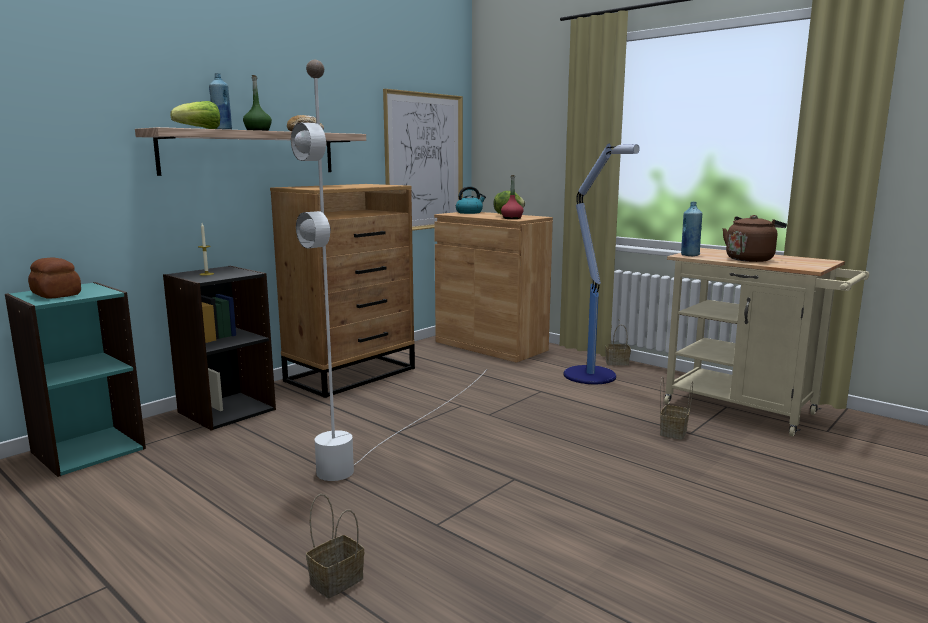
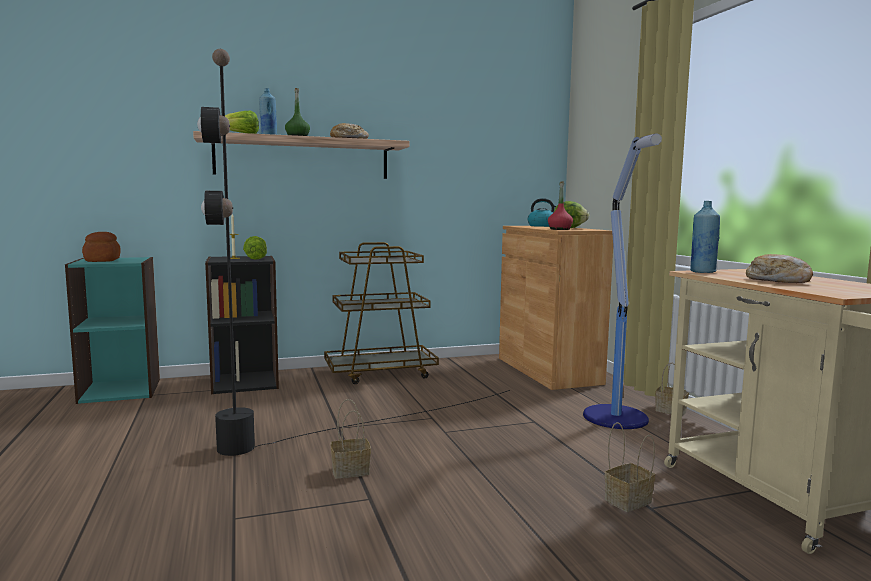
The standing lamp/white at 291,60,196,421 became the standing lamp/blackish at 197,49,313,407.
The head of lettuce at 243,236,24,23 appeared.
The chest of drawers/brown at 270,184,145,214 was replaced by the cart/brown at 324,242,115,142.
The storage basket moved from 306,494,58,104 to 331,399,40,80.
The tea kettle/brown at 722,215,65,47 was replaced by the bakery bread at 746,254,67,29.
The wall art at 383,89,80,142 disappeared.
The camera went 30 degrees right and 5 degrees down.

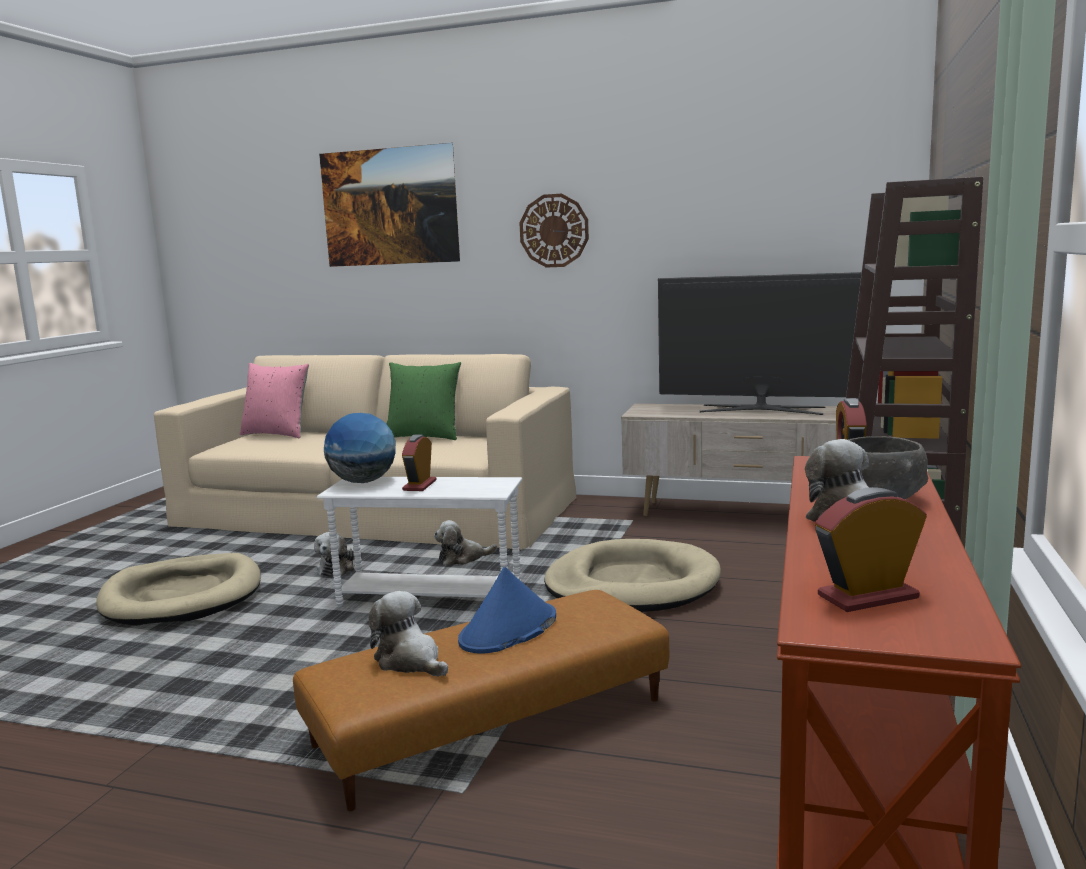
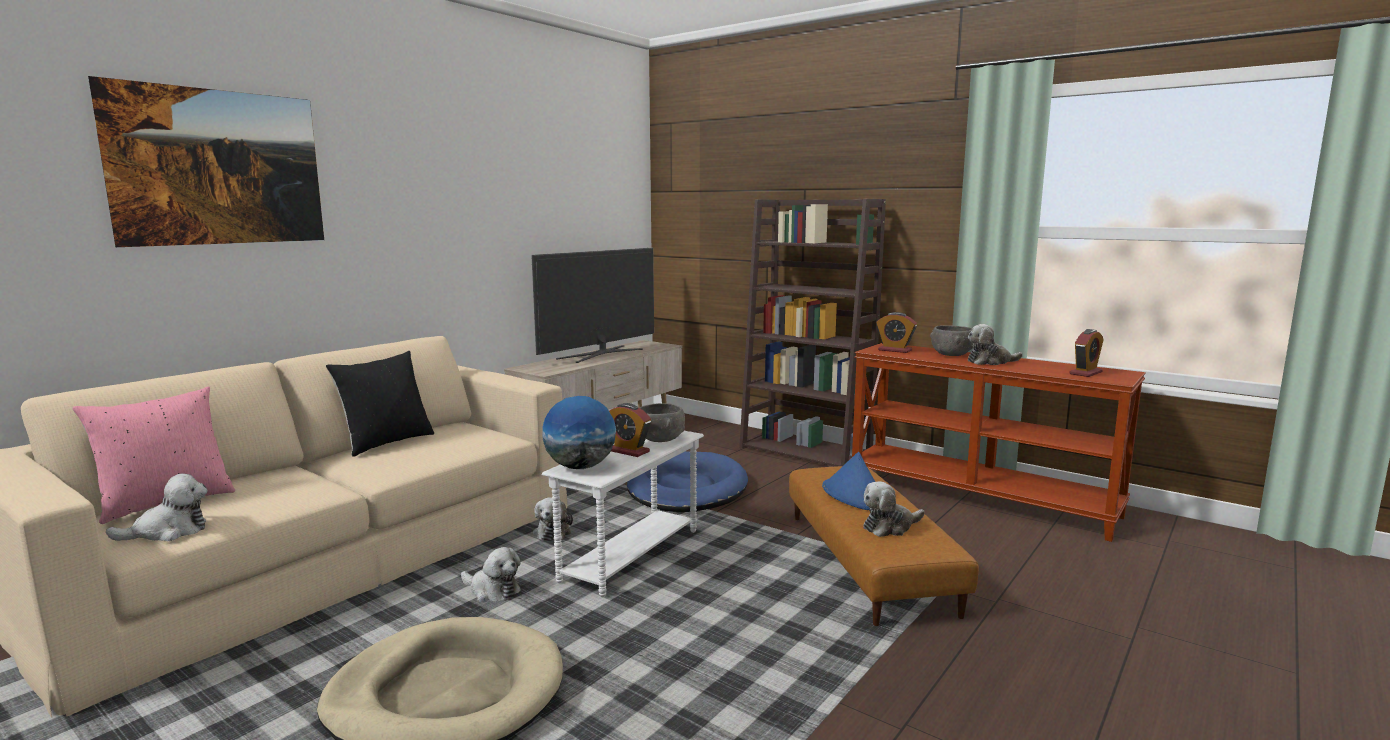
The soft toy at 106,474,102,67 appeared.
The throw pillow/greenish at 387,362,74,78 became the throw pillow/blackish at 326,351,108,106.
The dog cushion/sand-coloured at 544,539,177,73 became the dog cushion/blue at 627,451,121,61.
The deep dish/grey at 640,403,45,39 appeared.
The bedside clock at 815,487,112,125 turned 135 degrees counterclockwise.
The clock on the wall at 519,194,70,74 disappeared.
The camera went 70 degrees left and 0 degrees up.

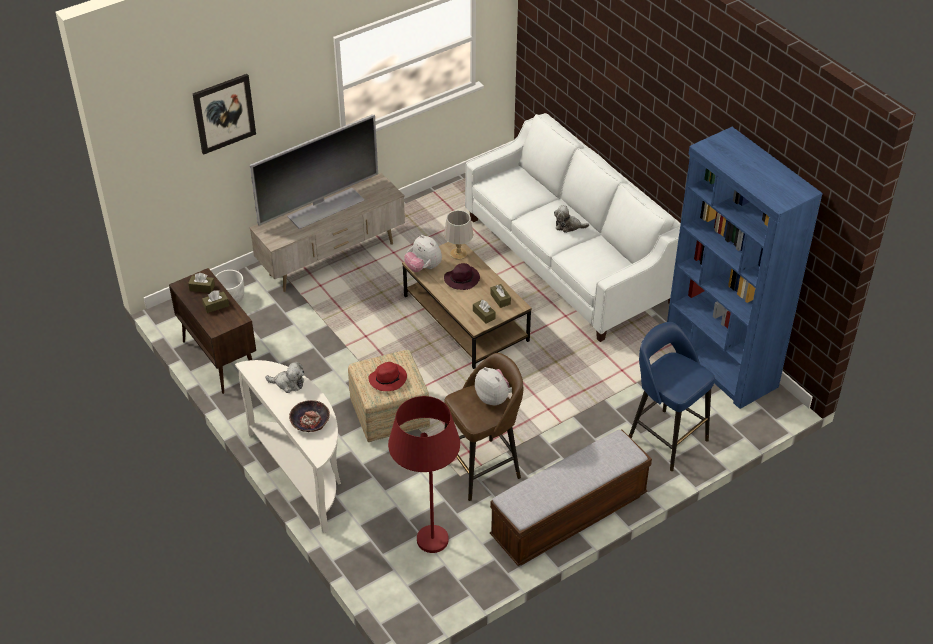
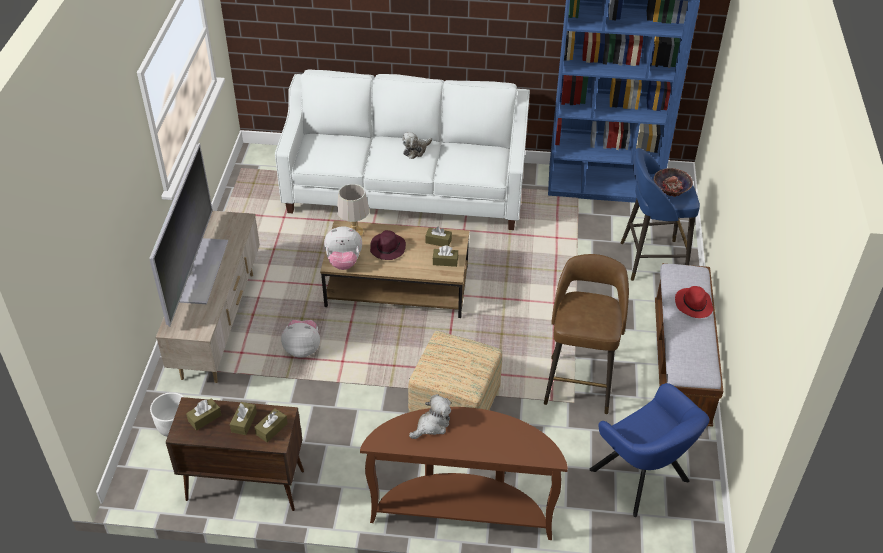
The tissue holder/brown at 254,408,34,34 appeared.
The soft toy moved from 475,367,37,39 to 281,320,39,38.
The console table/white at 235,360,106,173 became the console table/brown at 360,407,208,133.
The standing lamp/red at 388,396,72,157 was replaced by the armchair/blue at 589,383,120,134.
The deep dish moved from 289,400,41,32 to 654,168,39,29.
The clothing hat/red moved from 369,362,38,29 to 675,286,38,32.
The wall art at 193,74,63,81 disappeared.
The camera went 50 degrees left and 0 degrees up.

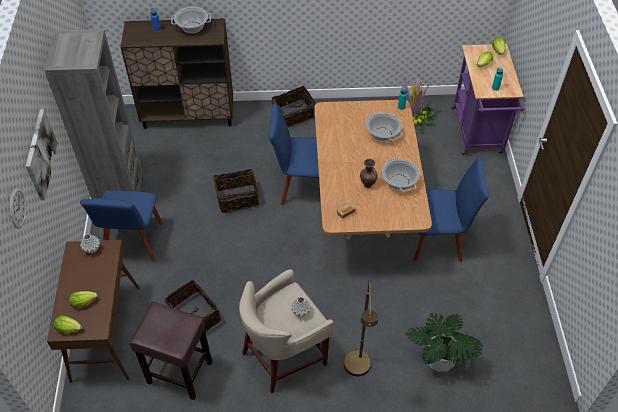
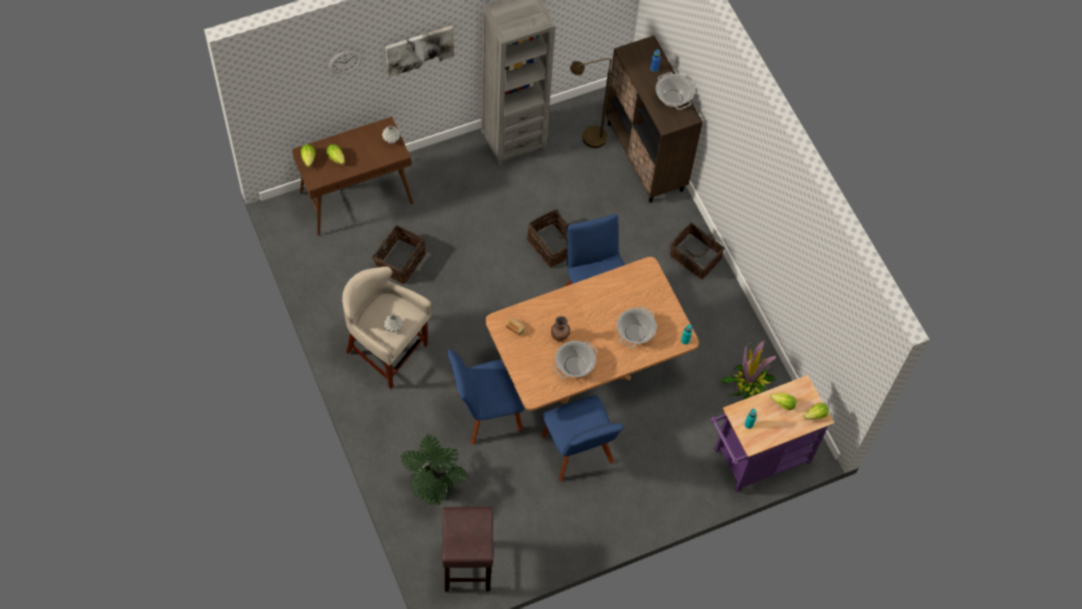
The stool/brown moved from 129,302,83,98 to 442,507,51,85.
The upright chair/blue moved from 80,190,83,71 to 448,349,77,96.
The standing lamp/brown moved from 344,280,34,96 to 570,58,41,90.
The camera went 65 degrees right and 10 degrees up.

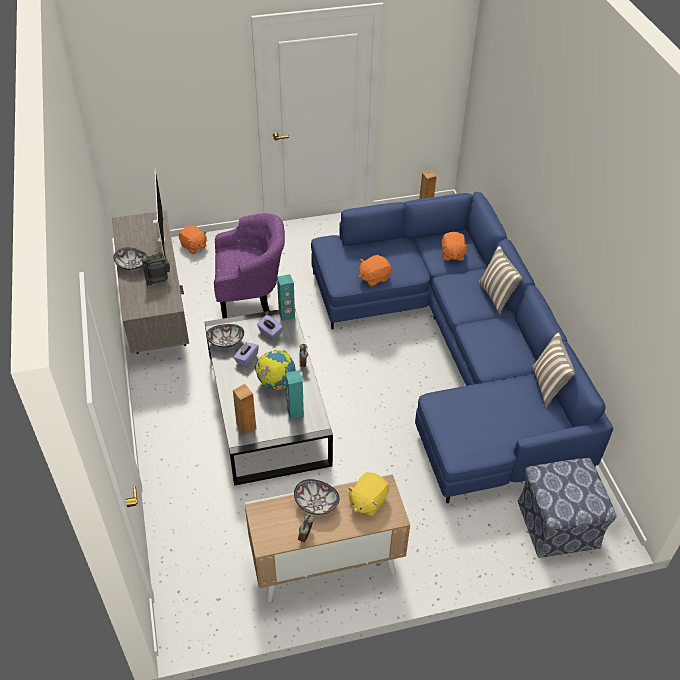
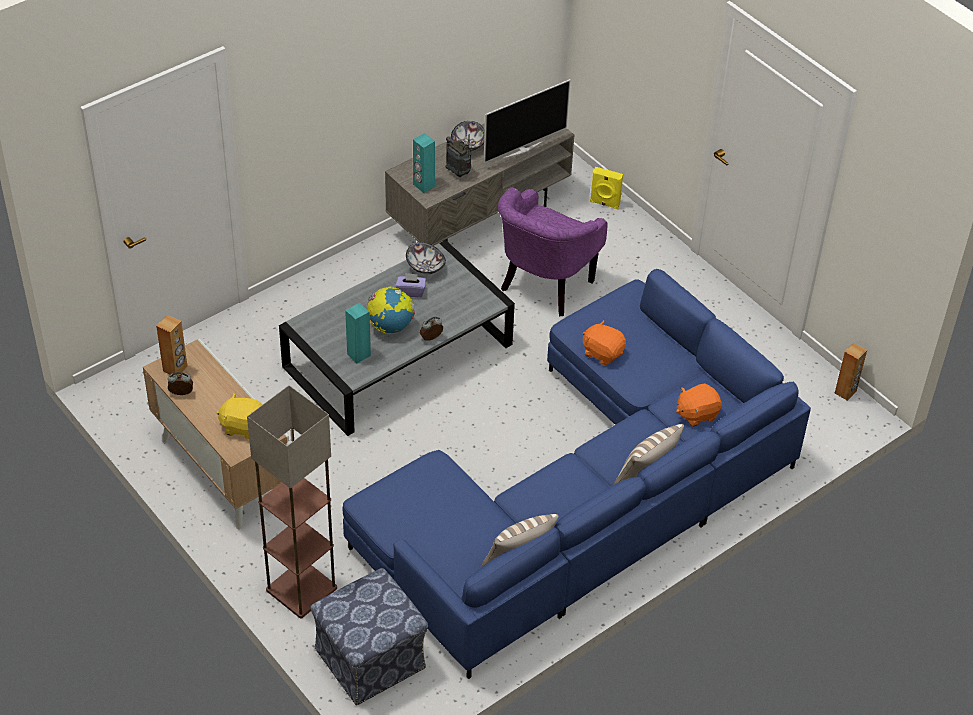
The audio speaker/brown moved from 233,384,23,51 to 156,315,32,60.
The standing lamp at 247,385,90,234 appeared.
The audio speaker/blue-green moved from 277,274,18,47 to 413,133,22,60.
The armchair/purplish at 214,213,71,106 turned 60 degrees clockwise.
The soft toy/orange-coloured at 179,225,28,29 was replaced by the audio speaker/yellow at 590,167,33,42.
The tissue holder/purplish at 257,315,26,25 disappeared.
The deep dish at 294,479,45,36 disappeared.
The camera went 65 degrees right and 0 degrees up.

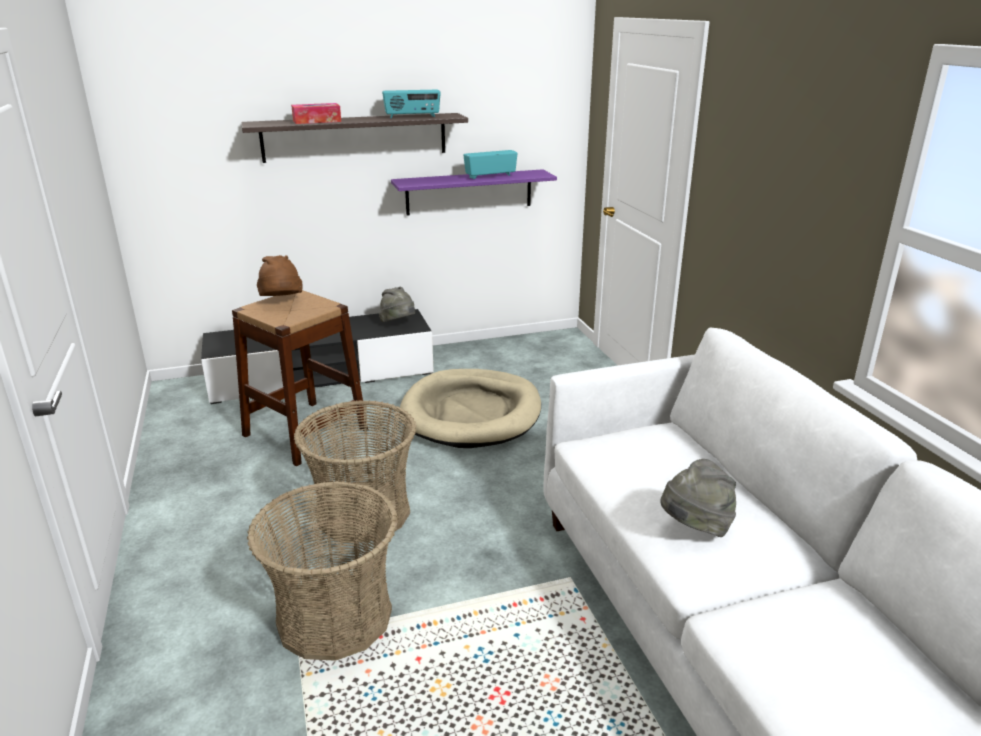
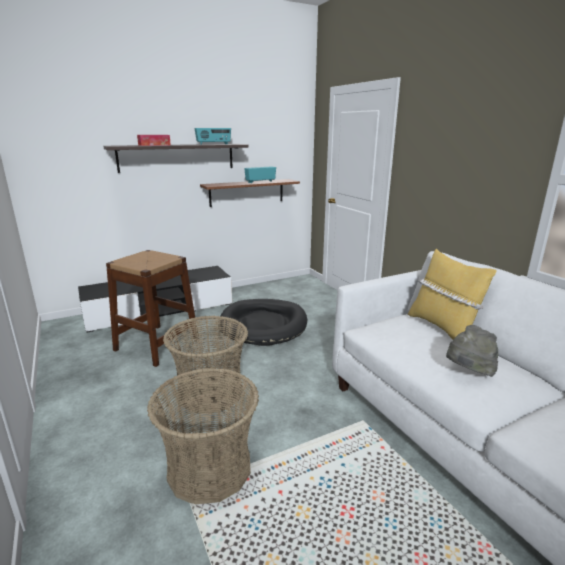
The wall shelf/purplish at 391,169,166,47 became the wall shelf/brown at 200,179,100,28.
The dog cushion/sand-coloured at 400,369,141,79 became the dog cushion/blackish at 219,299,88,47.
The throw pillow/yellow at 408,249,89,91 appeared.
The clothing hat/brown at 257,255,45,41 disappeared.
The clothing hat/grey at 379,287,36,36 disappeared.
The camera went 10 degrees left and 5 degrees down.

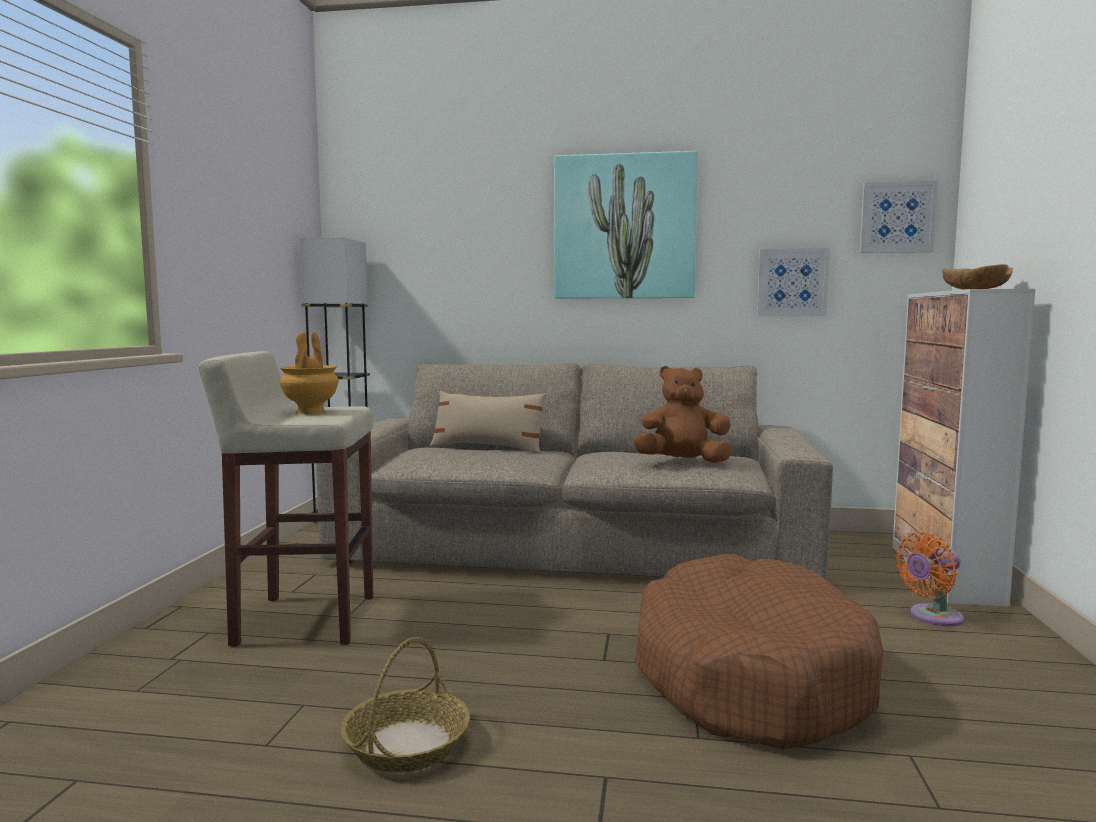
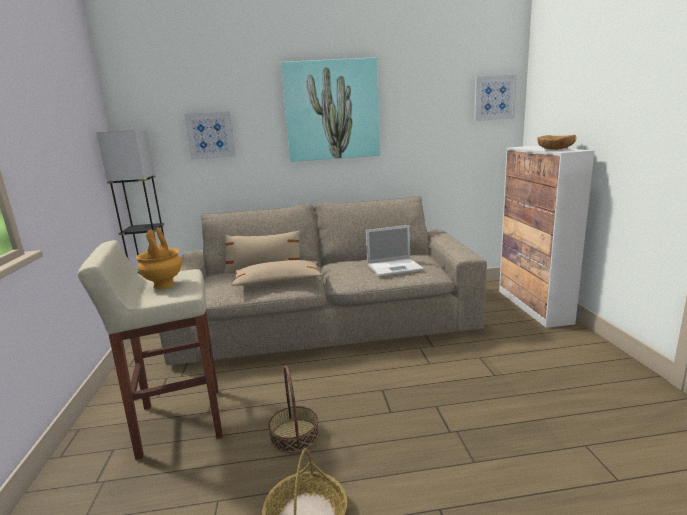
The wall art moved from 757,248,73,68 to 184,111,52,49.
The throw pillow/sand-coloured at 231,260,92,26 appeared.
The storage basket at 268,365,51,88 appeared.
The soft toy/brown at 633,366,99,97 was replaced by the notebook computer at 366,225,58,51.
The dog cushion/brown at 634,554,250,196 disappeared.
The fan/orange-coloured at 895,532,69,94 disappeared.
The camera went 15 degrees left and 10 degrees up.

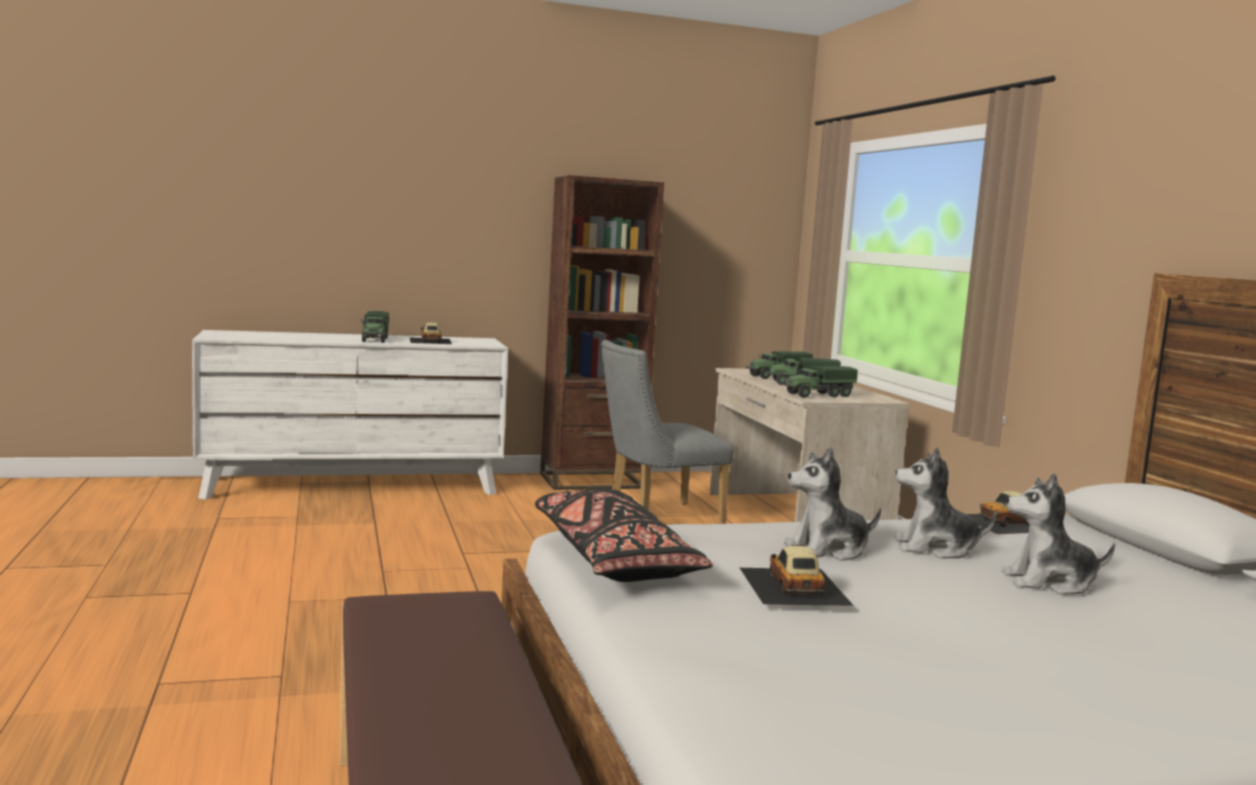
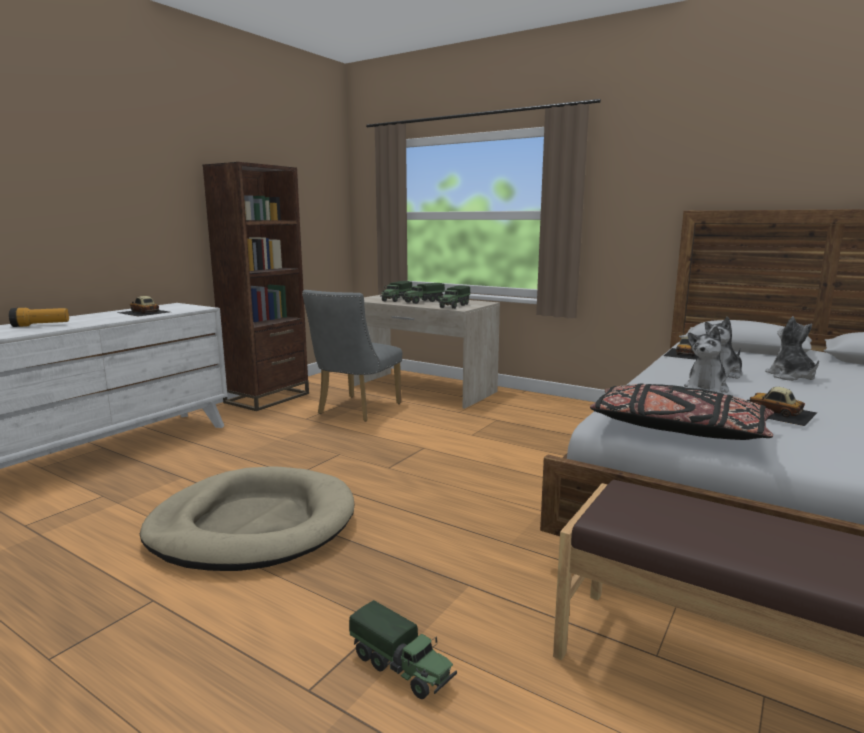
The hand torch at 9,308,60,19 appeared.
The dog cushion/sand-coloured at 140,466,214,105 appeared.
The toy truck moved from 361,311,28,32 to 349,600,108,99.
The soft toy at 1002,473,113,122 turned 120 degrees clockwise.
The camera went 40 degrees left and 5 degrees up.

